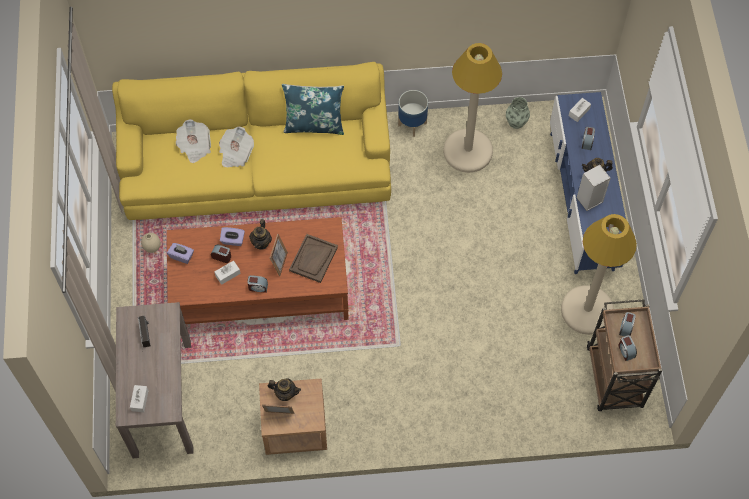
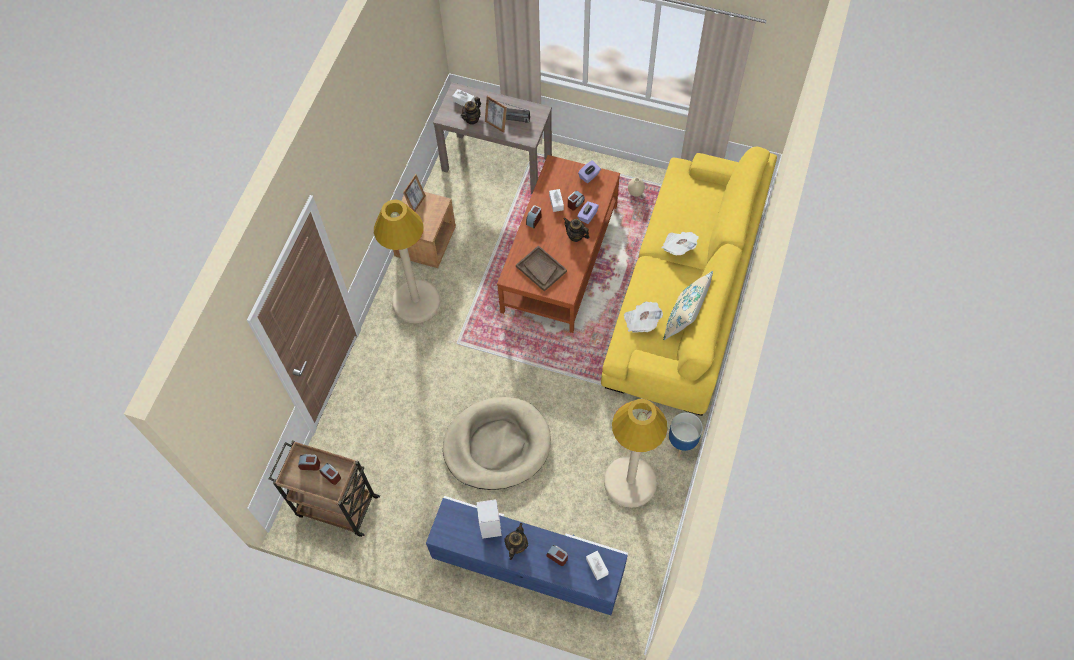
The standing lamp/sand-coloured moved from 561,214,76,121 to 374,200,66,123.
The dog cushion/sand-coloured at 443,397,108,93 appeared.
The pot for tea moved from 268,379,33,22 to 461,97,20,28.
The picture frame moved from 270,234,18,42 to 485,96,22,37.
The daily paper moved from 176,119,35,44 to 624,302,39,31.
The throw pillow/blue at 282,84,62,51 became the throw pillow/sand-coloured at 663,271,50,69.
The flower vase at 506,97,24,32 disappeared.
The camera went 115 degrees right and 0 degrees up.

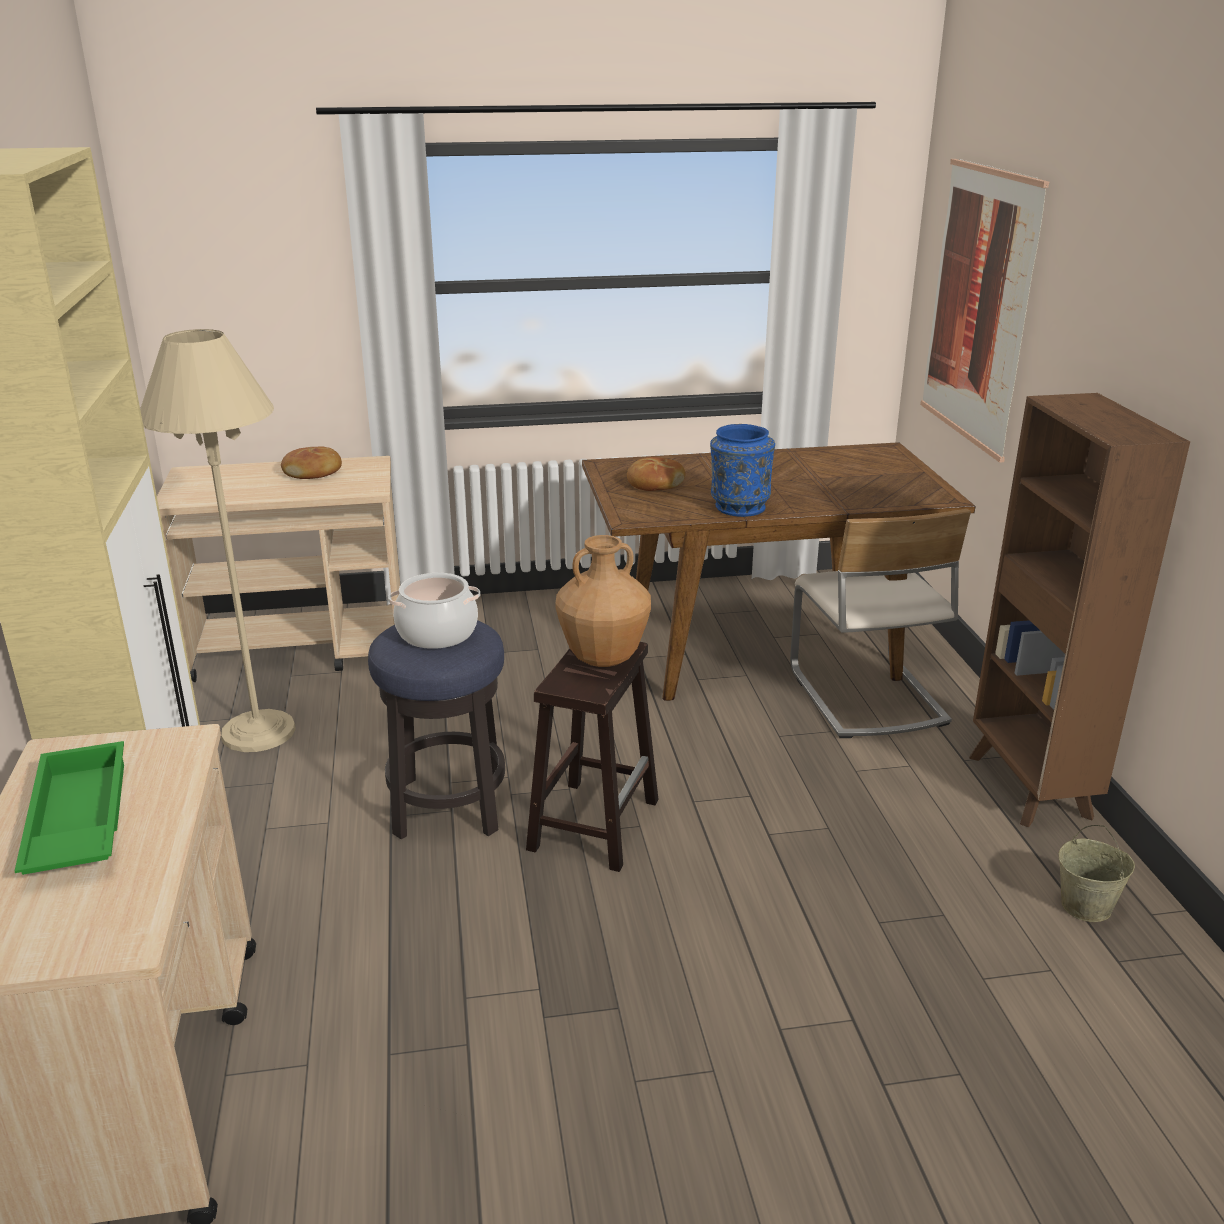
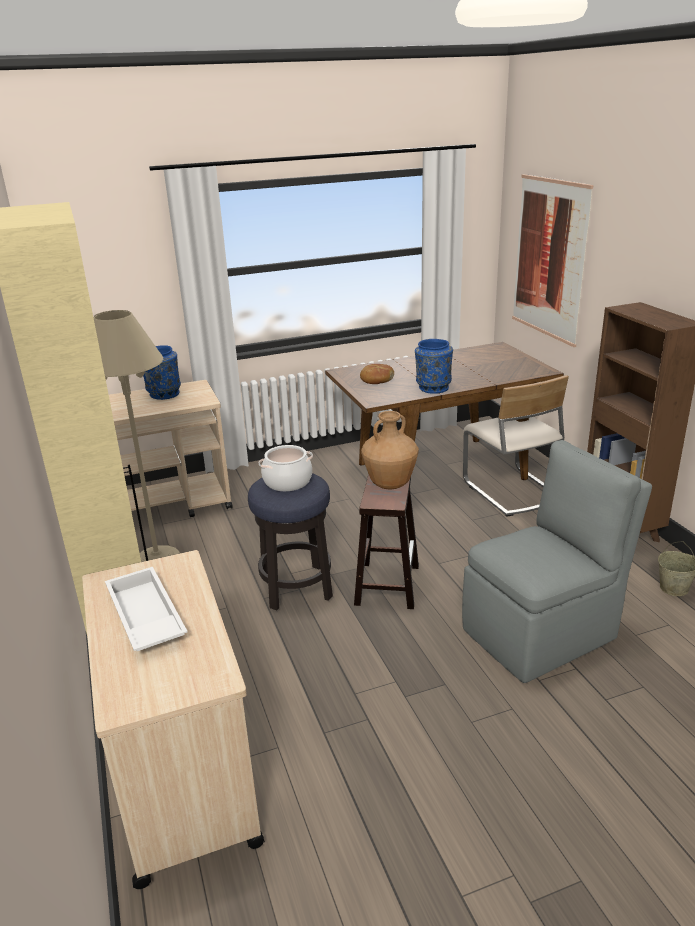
The tray/greenish at 15,741,109,134 became the tray/white at 105,567,83,84.
The bakery bread at 281,446,61,33 was replaced by the flower vase/blue at 143,345,38,55.
The upright chair/grey at 462,440,190,243 appeared.
The camera went 10 degrees left and 0 degrees up.

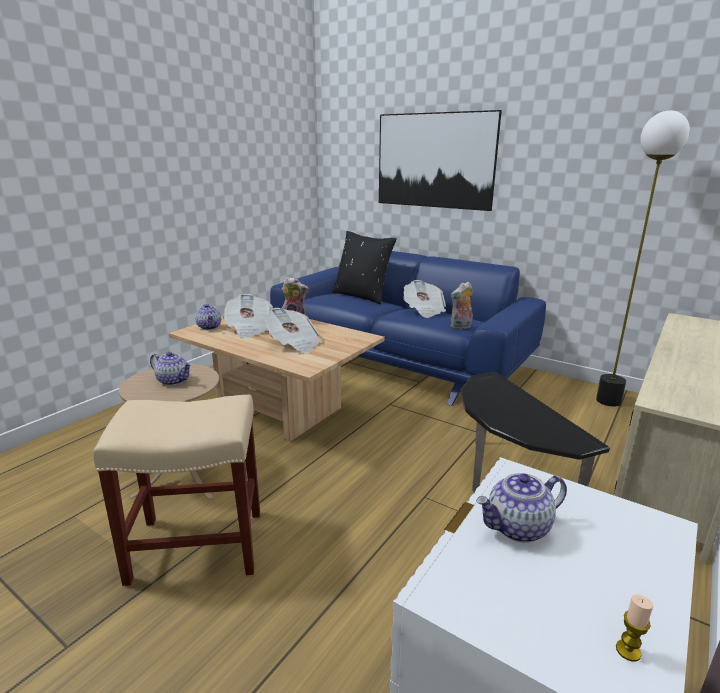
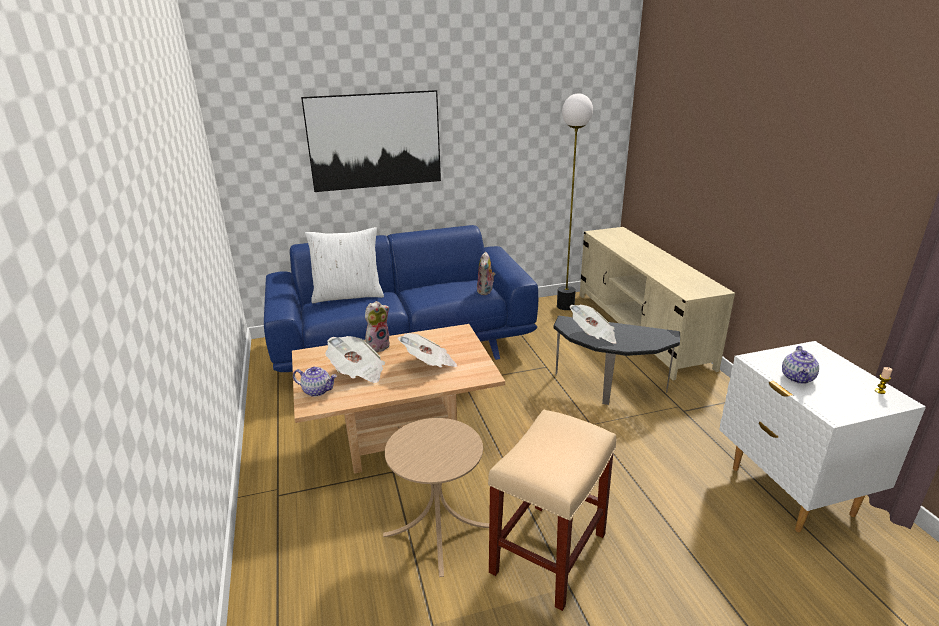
The throw pillow/blackish at 332,231,65,73 became the throw pillow/white at 305,227,79,76.
The daily paper moved from 403,280,43,38 to 570,305,46,39.
The pot for tea at 150,352,42,34 disappeared.
The camera went 50 degrees left and 5 degrees up.

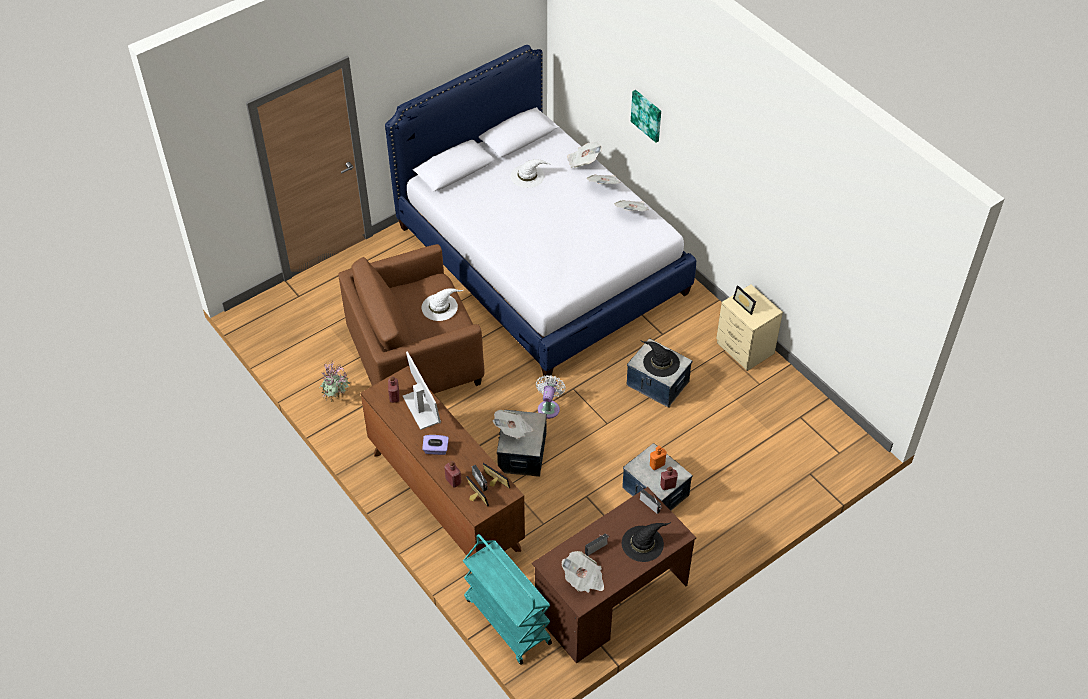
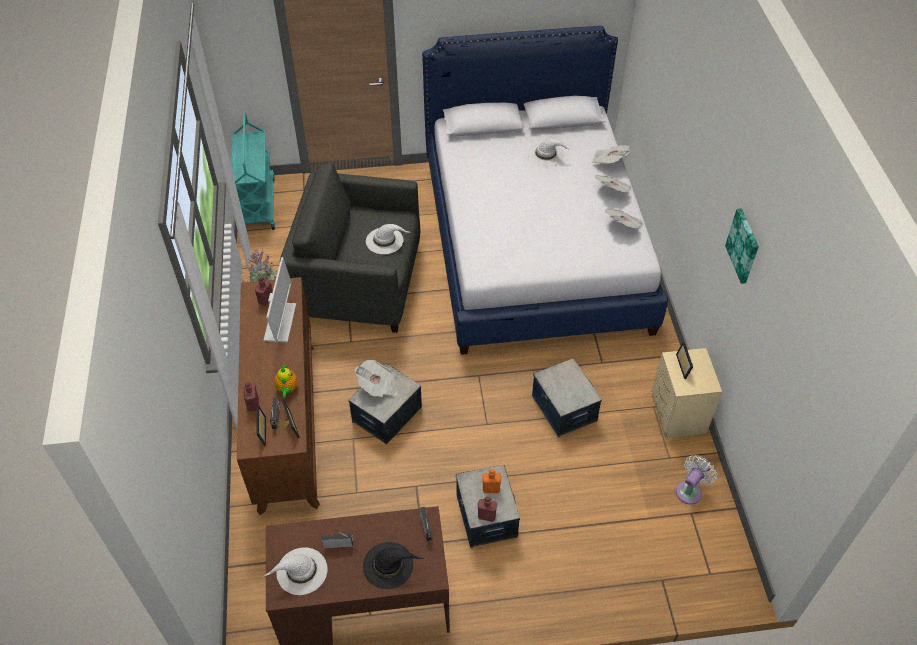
The cart/blue-green moved from 463,534,89,131 to 231,113,44,117.
The daily paper at 562,551,42,42 was replaced by the clothing hat/white at 264,547,64,48.
The pot for tea at 274,364,24,34 appeared.
The armchair/brown at 338,244,146,150 became the armchair/grey at 280,163,140,170.
The fan/white moved from 536,375,30,44 to 676,455,41,49.
The wall art moved from 631,90,30,53 to 725,208,34,76.
The tissue holder/purplish at 422,435,27,20 disappeared.
The clothing hat/blackish at 640,340,40,37 disappeared.
The camera went 30 degrees right and 0 degrees up.

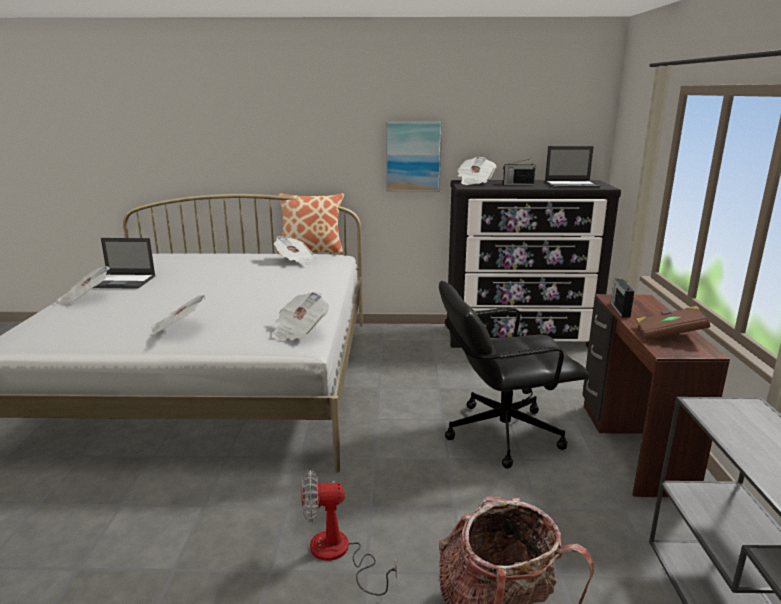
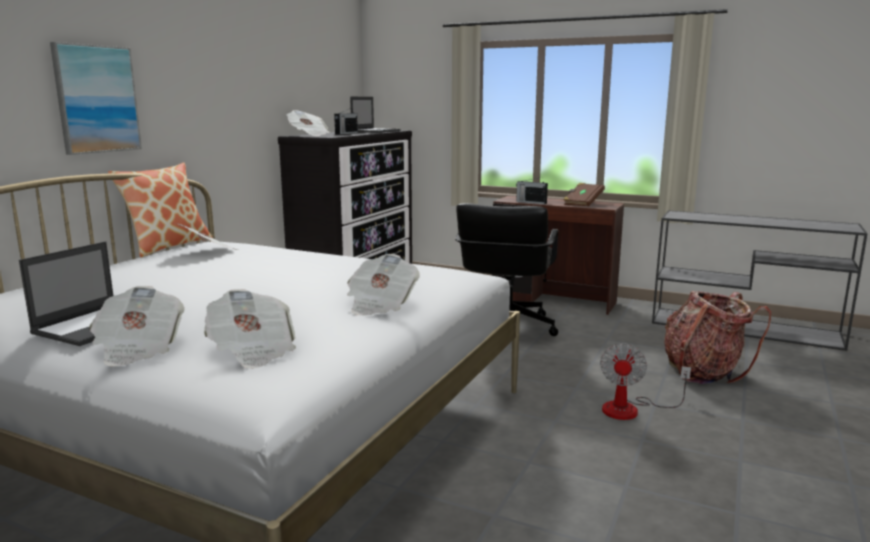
The wall art moved from 386,121,56,71 to 50,42,92,113.
The daily paper moved from 272,292,57,48 to 204,289,92,80.
The camera went 65 degrees left and 5 degrees down.

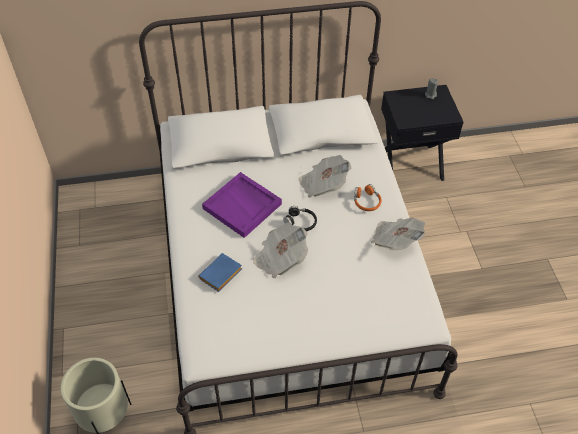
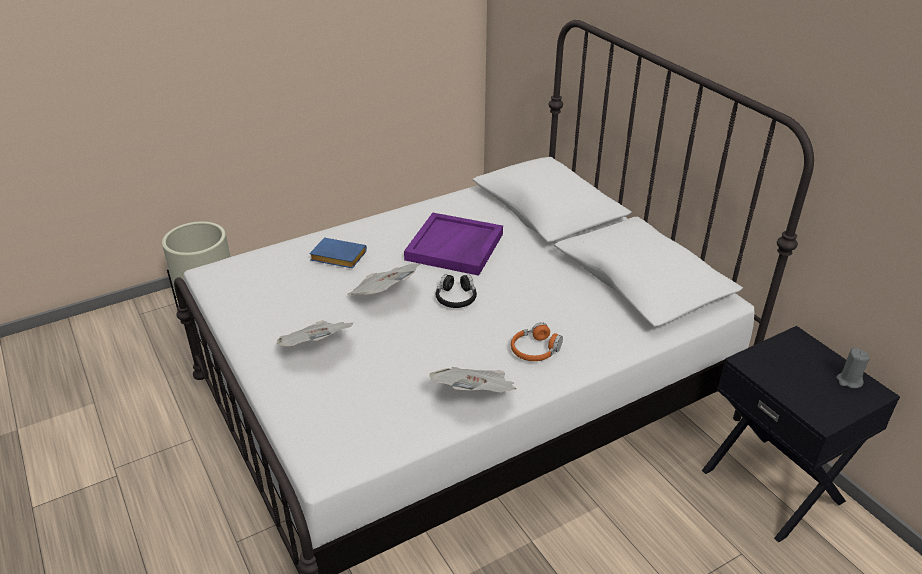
The daily paper moved from 299,155,52,43 to 277,321,76,25.
The camera went 70 degrees right and 15 degrees down.

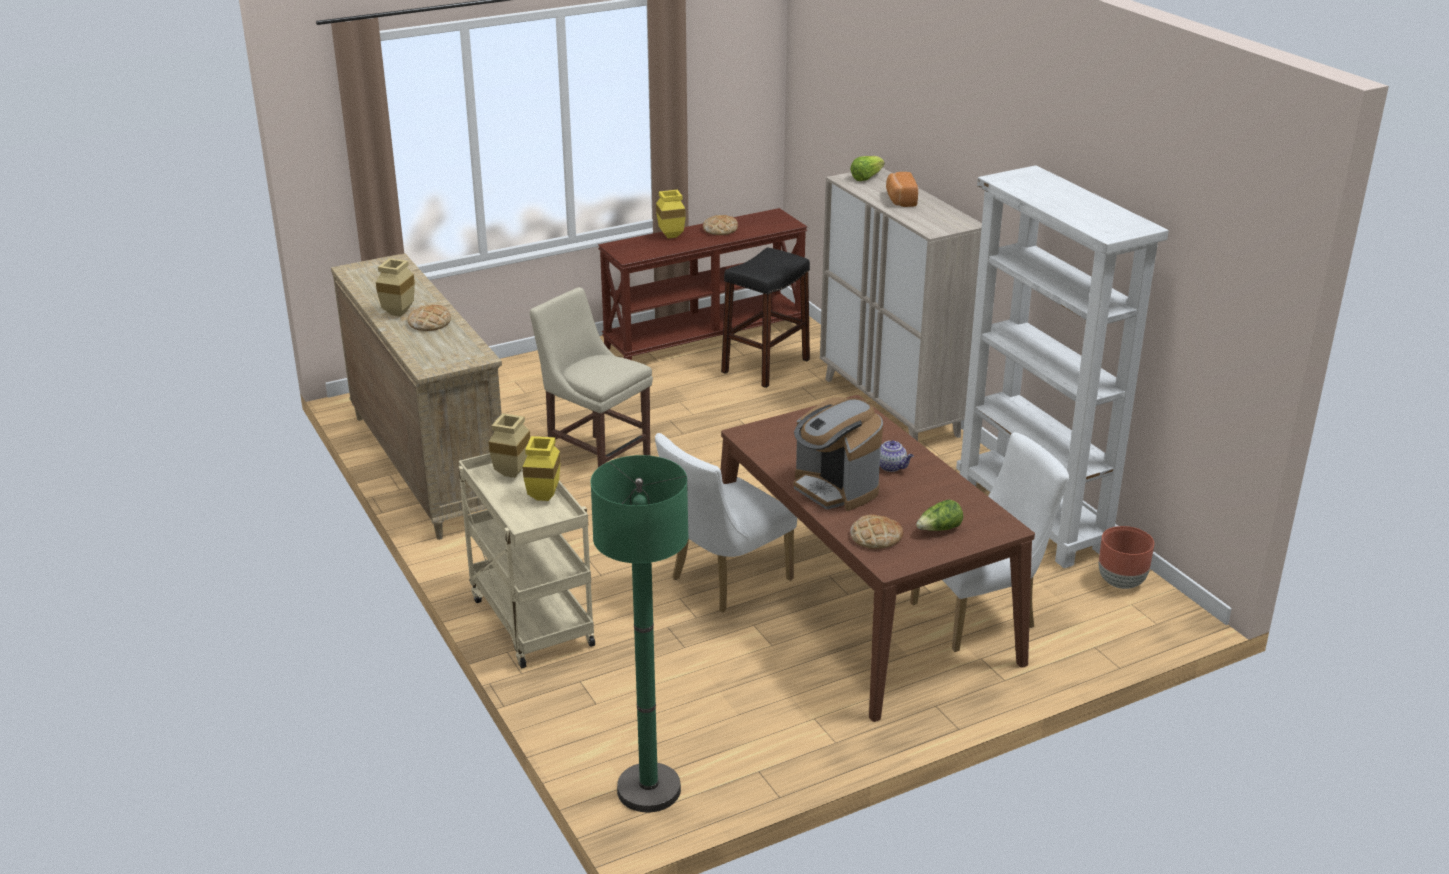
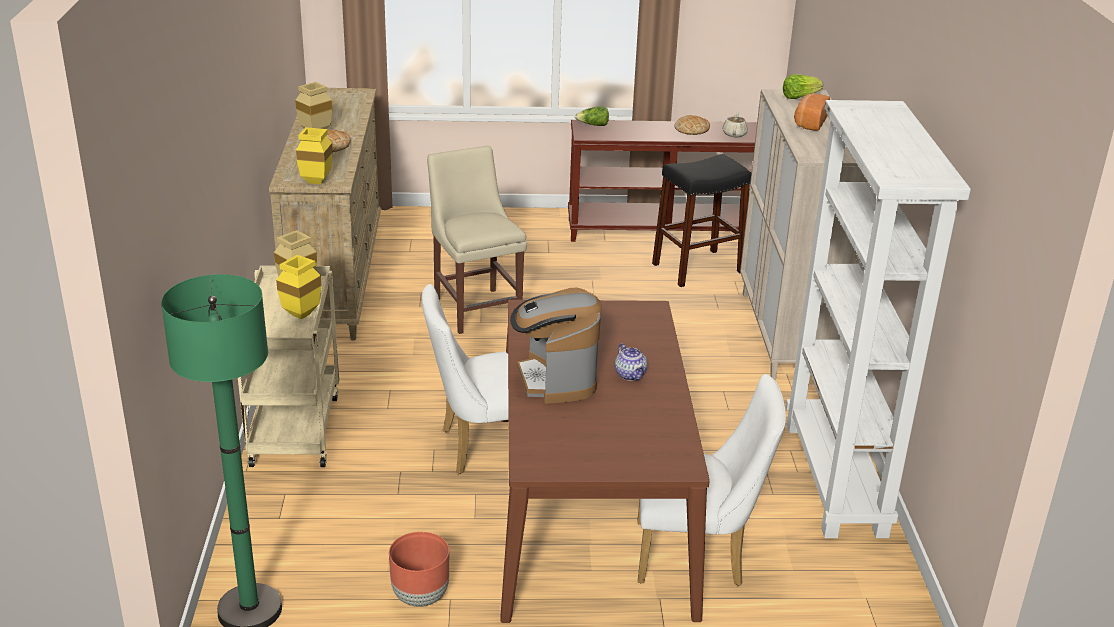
The flower vase/yellow moved from 656,190,30,48 to 296,127,37,57.
The planter/brown moved from 1099,526,55,63 to 389,532,60,75.
The head of lettuce moved from 916,500,47,31 to 575,106,34,20.
The pot for tea/sand-coloured at 723,112,25,26 appeared.
The bakery bread at 850,514,53,35 disappeared.
The camera went 25 degrees right and 0 degrees up.

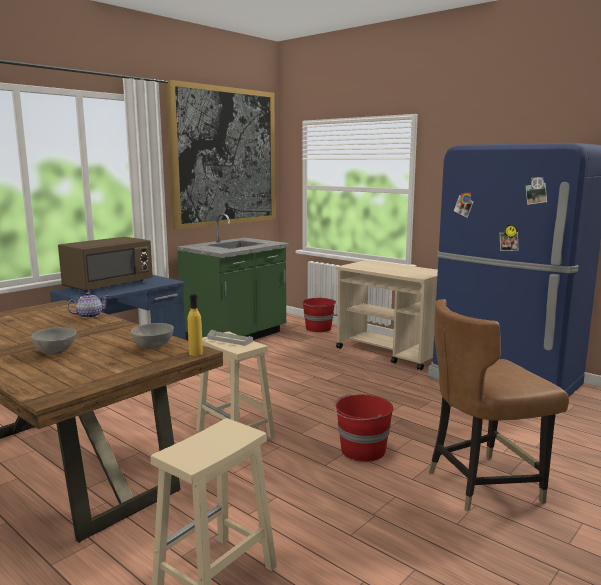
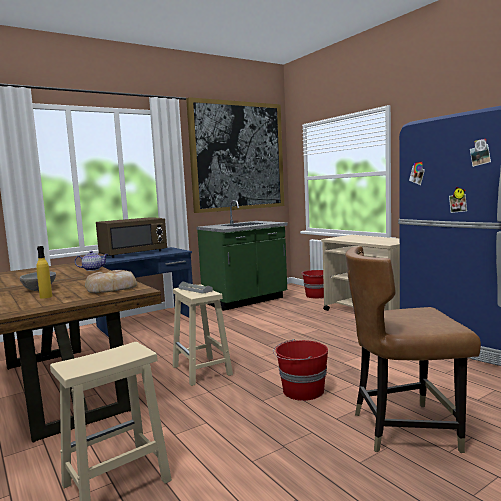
The bottle/yellow moved from 188,294,15,62 to 36,246,16,52.
The deep dish/grey at 131,323,43,26 was replaced by the bakery bread at 85,270,52,23.
The camera went 15 degrees right and 5 degrees down.

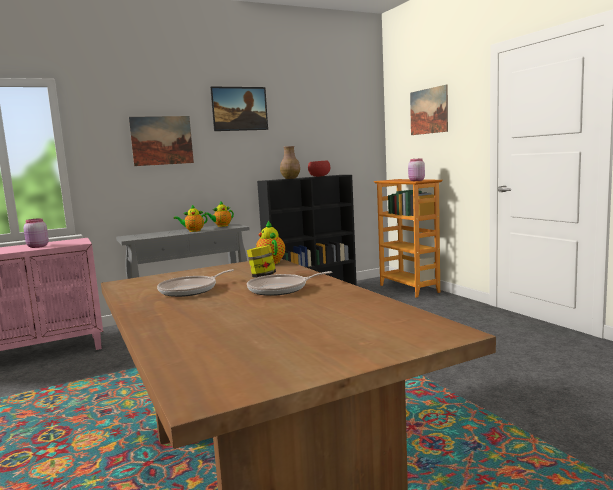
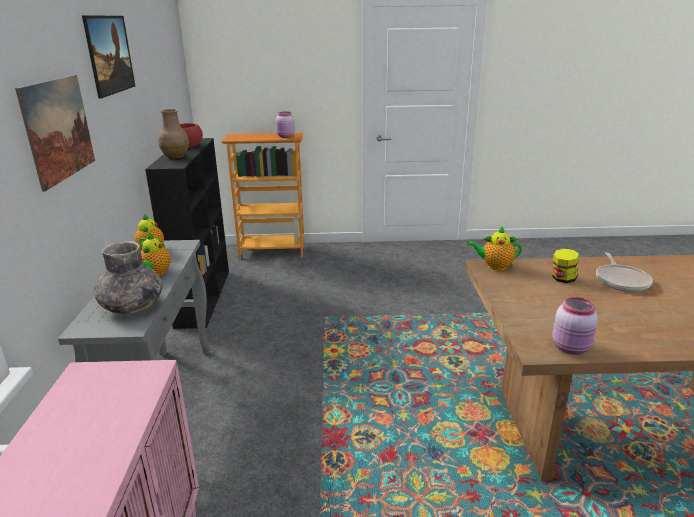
The flower vase/grey at 94,241,69,73 appeared.
The storage jar/pinkish moved from 24,218,25,30 to 552,297,46,58.
The pan at 157,269,77,28 disappeared.
The wall art at 410,85,38,50 disappeared.
The camera went 65 degrees left and 15 degrees up.

